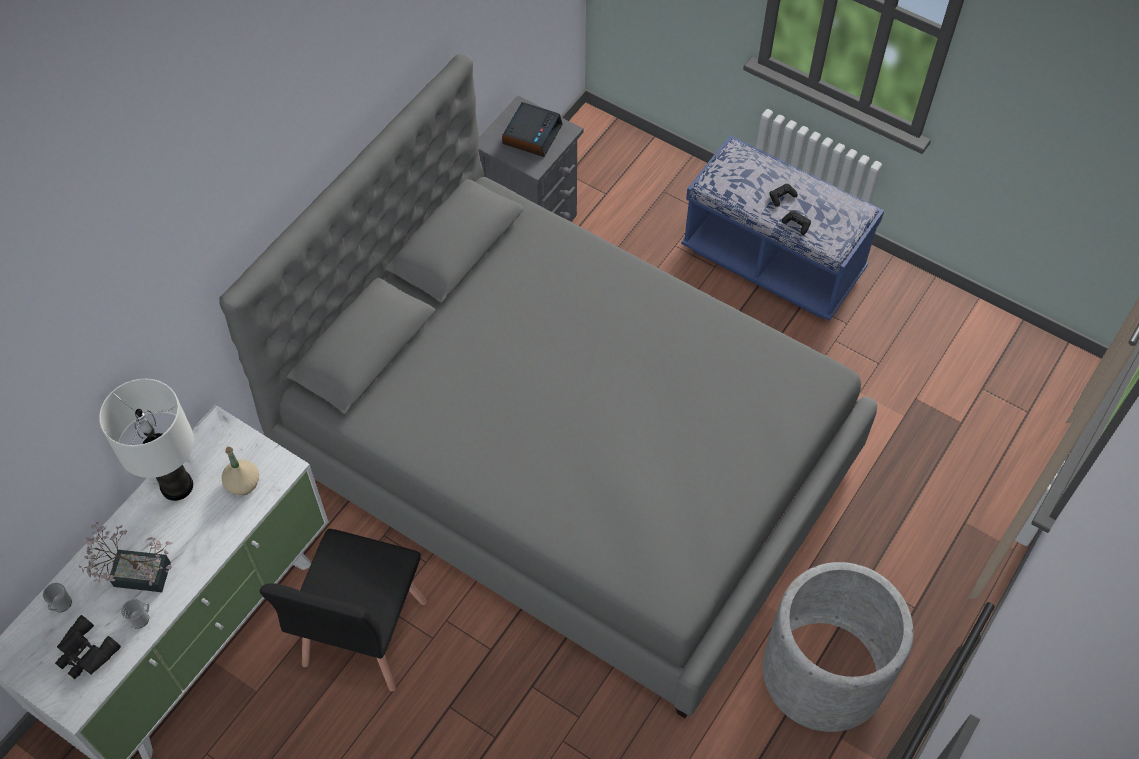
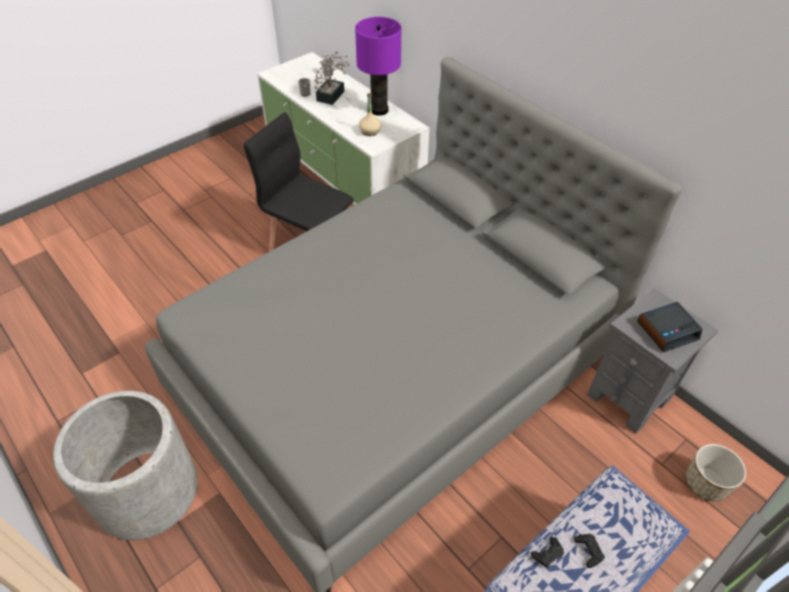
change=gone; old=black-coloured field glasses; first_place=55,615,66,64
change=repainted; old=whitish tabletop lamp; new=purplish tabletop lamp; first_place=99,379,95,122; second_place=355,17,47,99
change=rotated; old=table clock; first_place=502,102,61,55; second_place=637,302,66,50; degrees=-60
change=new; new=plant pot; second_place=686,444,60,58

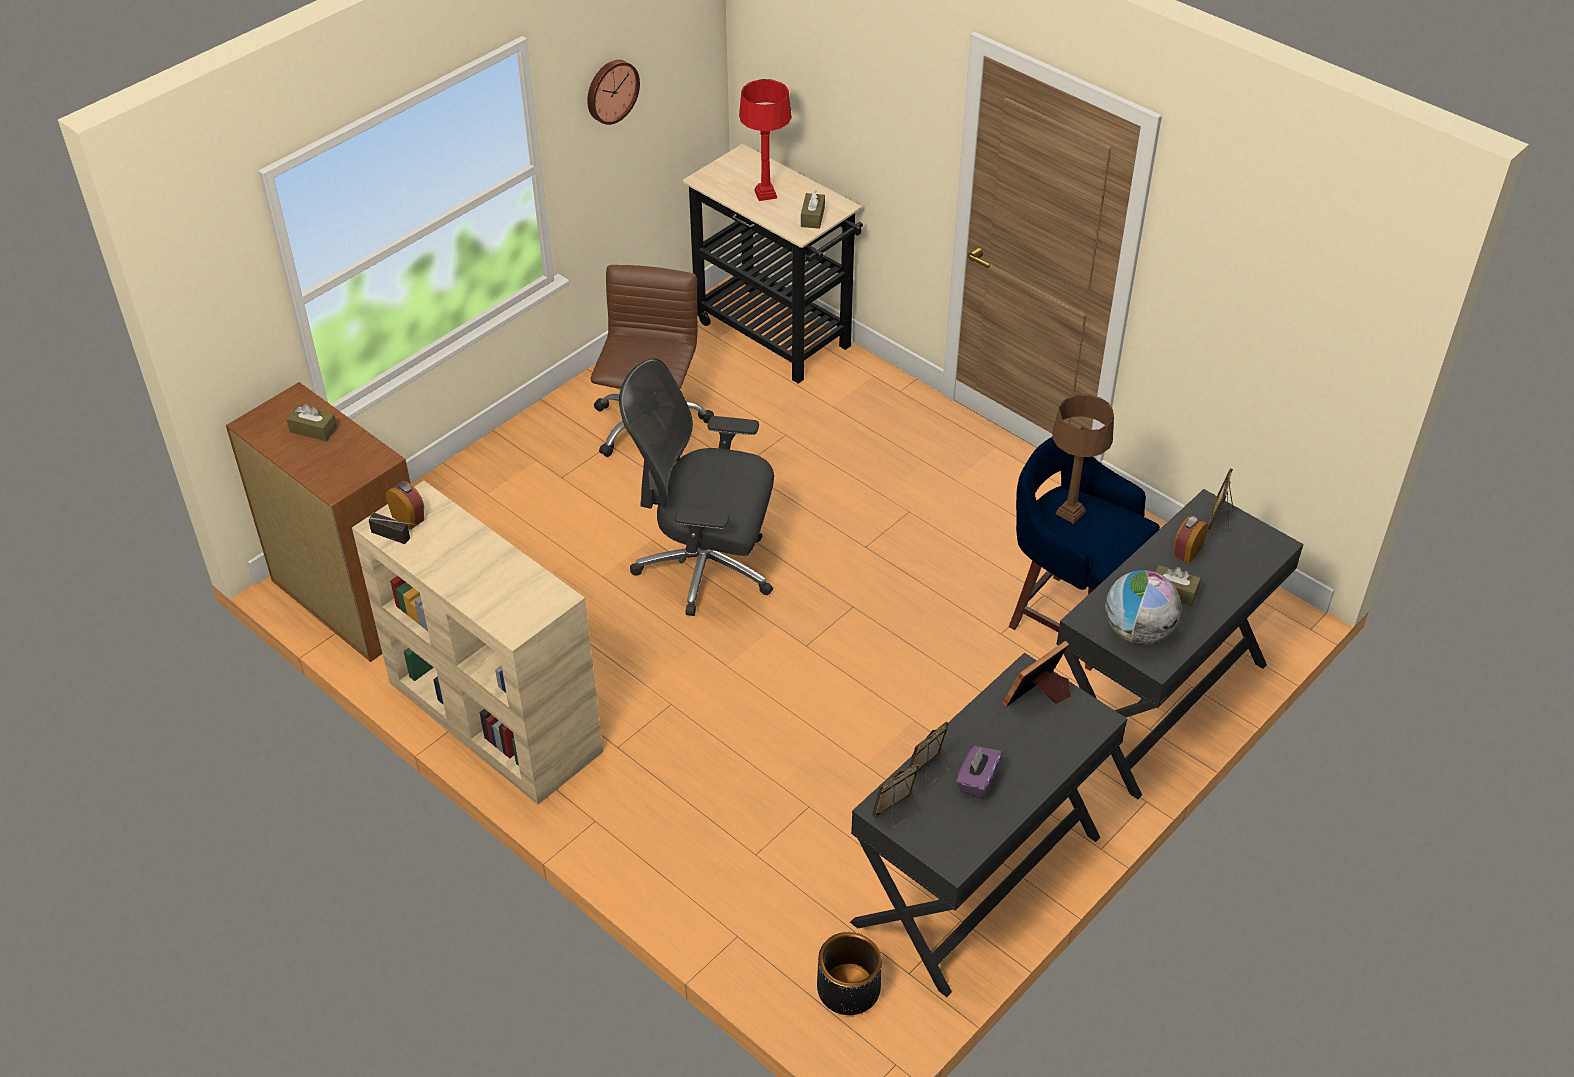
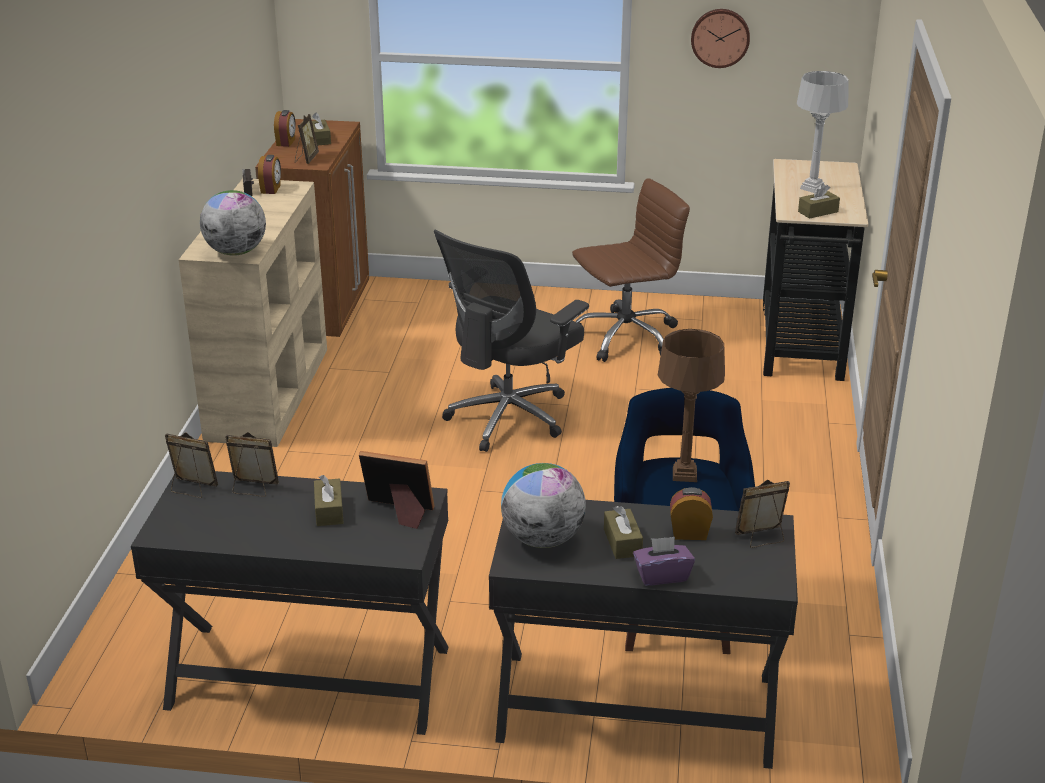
change=rotated; old=desk chair; first_place=619,358,155,258; second_place=434,229,155,223; degrees=-120
change=repainted; old=red tabletop lamp; new=greyish tabletop lamp; first_place=739,79,53,122; second_place=797,71,52,122
change=gone; old=black-coloured plant pot; first_place=817,932,65,83
change=shifted; old=purplish box of tissues; first_place=956,746,47,53; second_place=633,537,62,49
change=new; new=desk globe; second_place=200,190,66,66
change=new; new=table clock; second_place=274,110,22,37
change=new; new=photo frame; second_place=295,114,24,50
change=new; new=brownish box of tissues; second_place=314,475,30,51

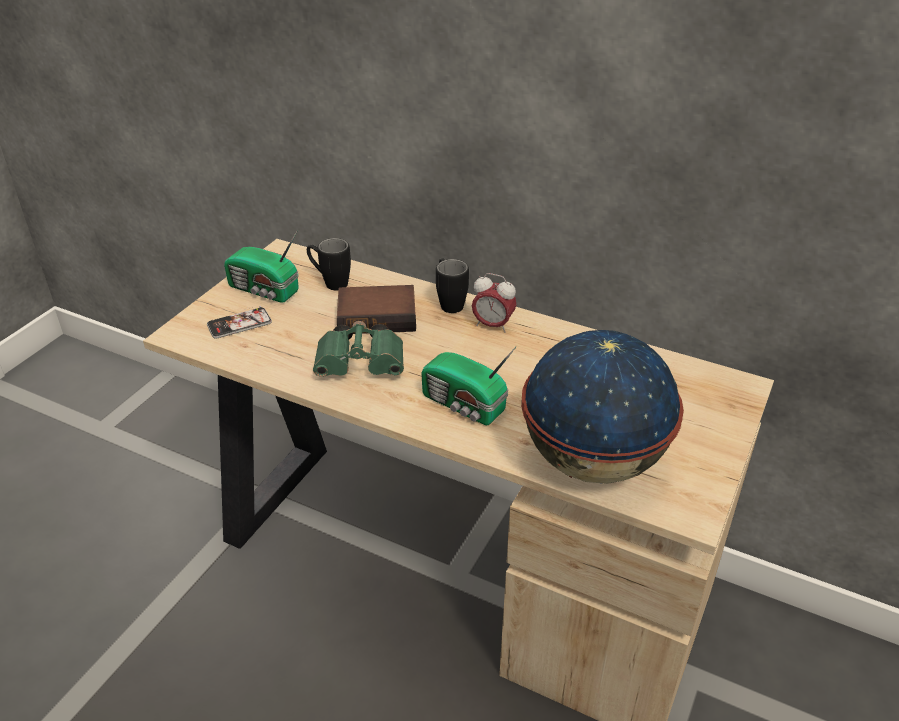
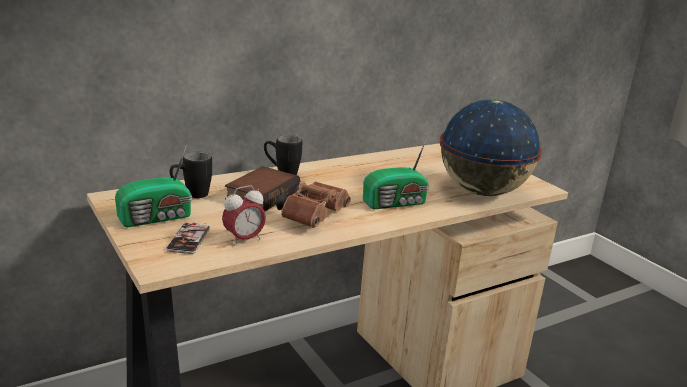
change=repainted; old=green-coloured field glasses; new=brownish field glasses; first_place=313,321,91,56; second_place=276,180,75,48
change=shifted; old=table clock; first_place=472,273,45,60; second_place=222,185,44,61

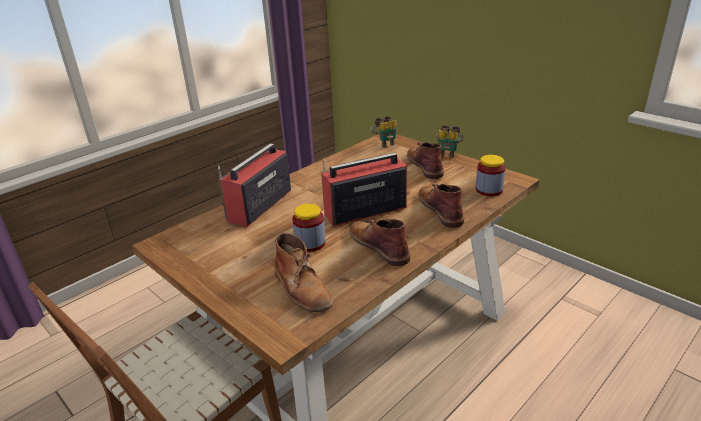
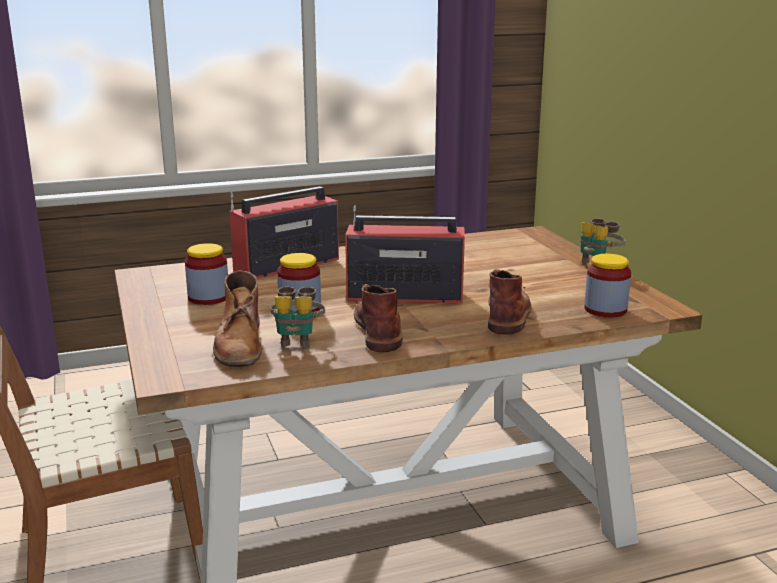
change=shifted; old=field glasses; first_place=370,116,27,32; second_place=270,286,55,62
change=gone; old=brownish boot; first_place=407,142,37,37
change=new; new=storage jar; second_place=185,243,43,62

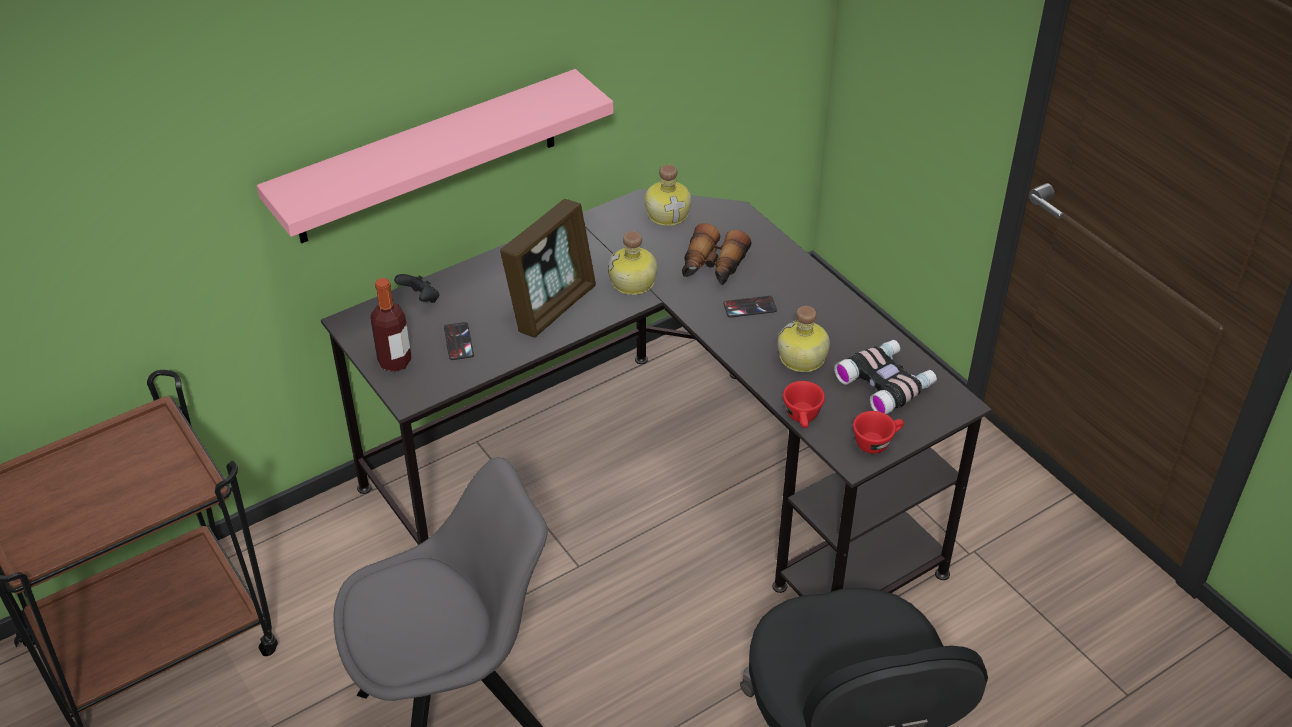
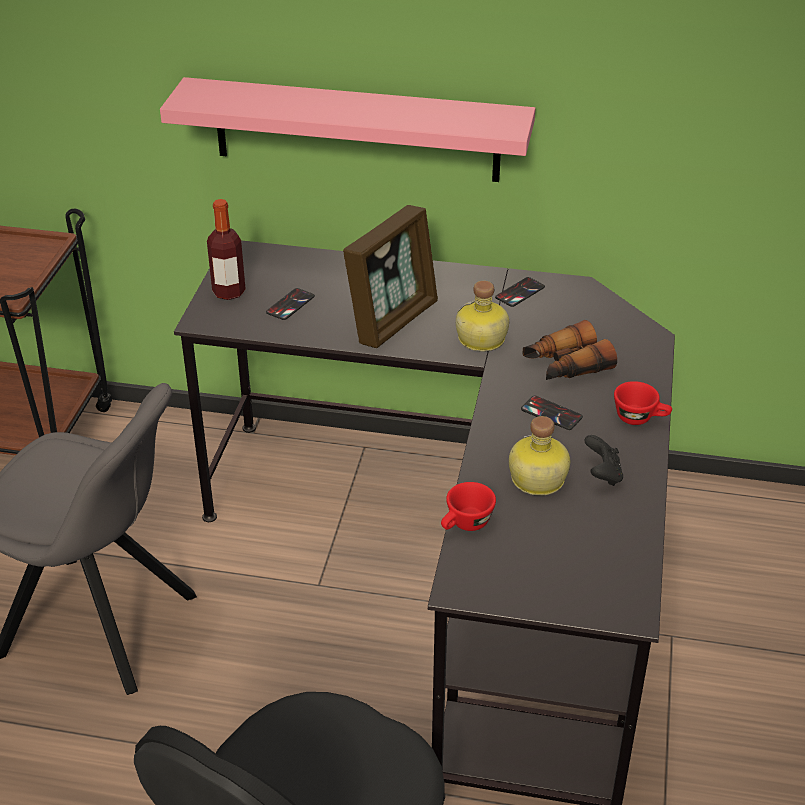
change=shifted; old=black-coloured game controller; first_place=394,274,45,29; second_place=585,435,38,51
change=rotated; old=photo frame; first_place=500,199,96,139; second_place=343,205,95,143; degrees=-45
change=gone; old=drink bottle; first_place=645,164,46,62
change=gone; old=field glasses; first_place=834,340,103,74
change=shifted; old=red small cup; first_place=853,411,51,43; second_place=614,381,58,44
change=new; new=phone; second_place=495,277,50,30

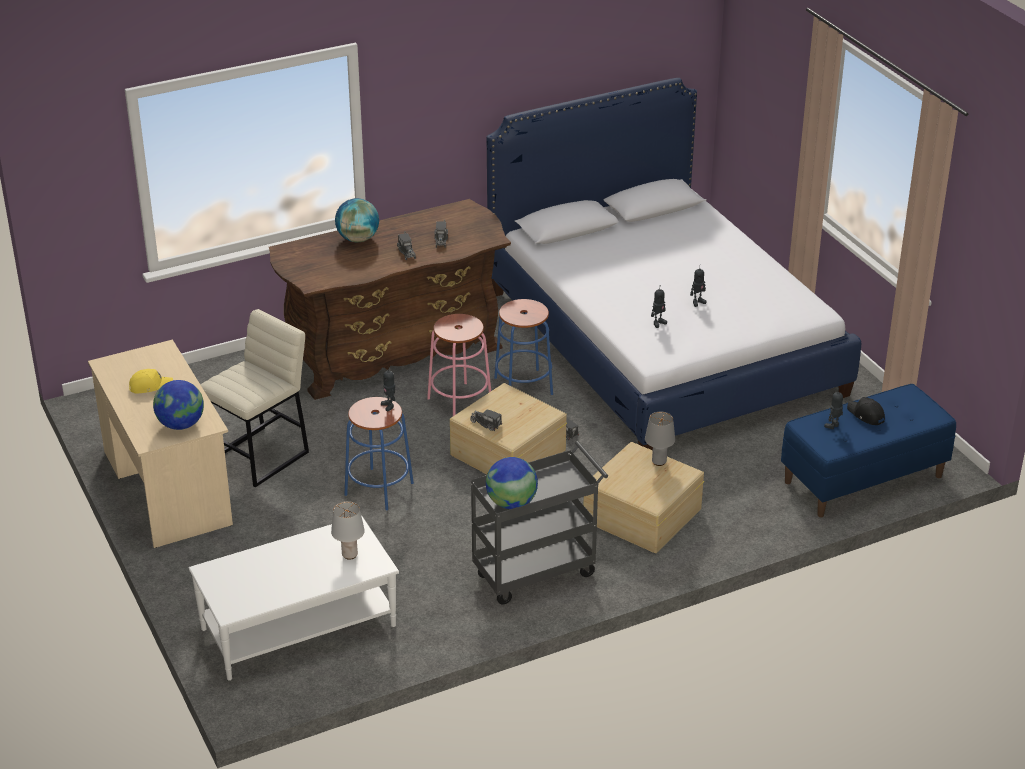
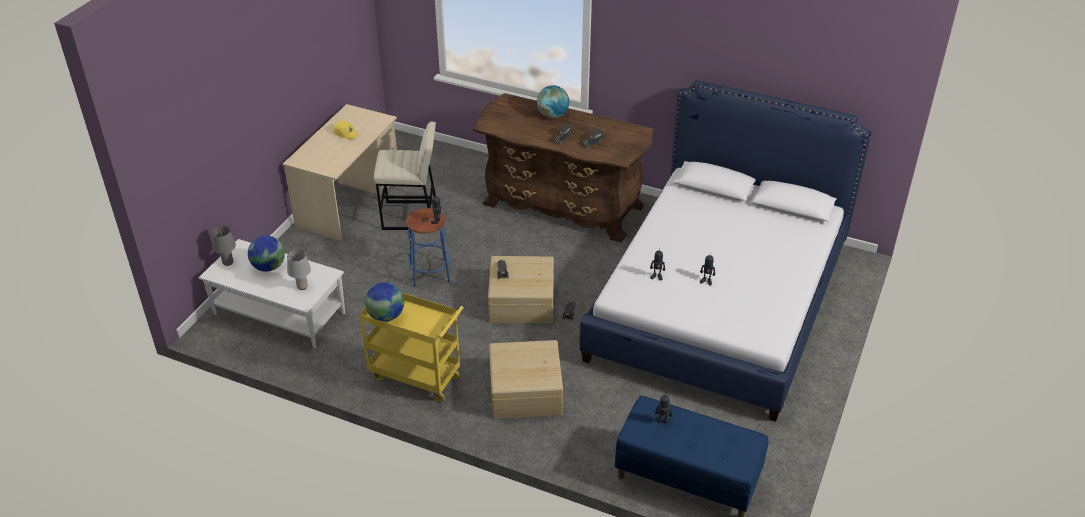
change=shifted; old=desk globe; first_place=153,380,51,50; second_place=248,236,37,36
change=gone; old=pink stool seat; first_place=427,314,64,102
change=repainted; old=greyish trolley; new=yellow trolley; first_place=471,441,137,163; second_place=360,293,104,109
change=gone; old=blue-coloured stool seat; first_place=494,299,59,96
change=shifted; old=greyish tabletop lamp; first_place=645,412,30,54; second_place=211,226,25,40
change=gone; old=black-coloured baseball cap; first_place=847,397,38,28

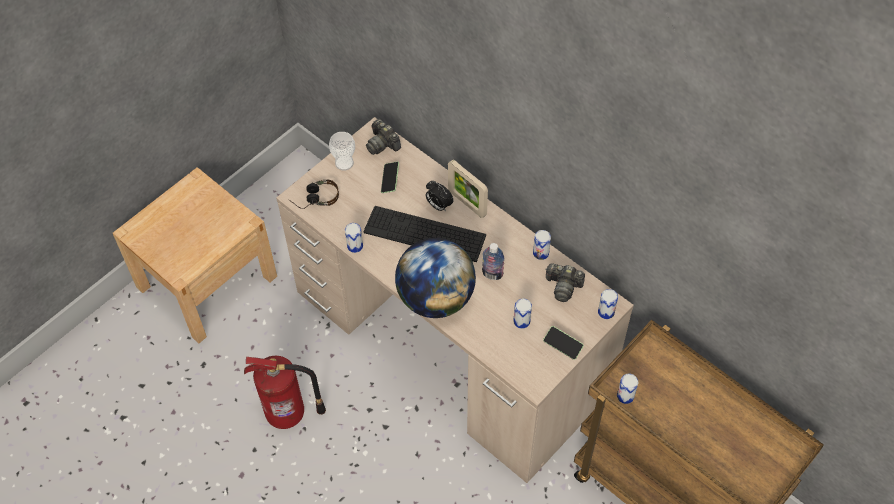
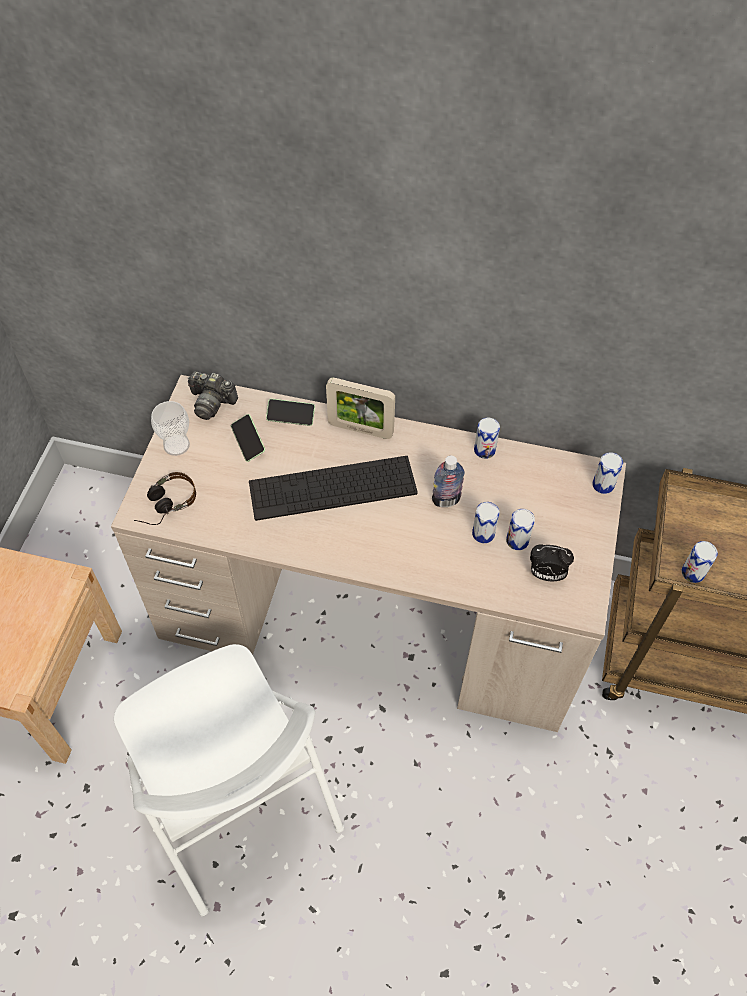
change=swapped; old=extinguisher; new=whitish chair; first_place=244,356,82,73; second_place=114,644,231,273
change=shifted; old=sealed can; first_place=345,223,18,30; second_place=472,502,28,41
change=gone; old=desk globe; first_place=395,238,81,80
change=shifted; old=table clock; first_place=426,181,28,31; second_place=530,544,44,37
change=shifted; old=phone; first_place=543,326,41,34; second_place=266,399,49,27
change=gone; old=photo camera; first_place=546,263,39,39

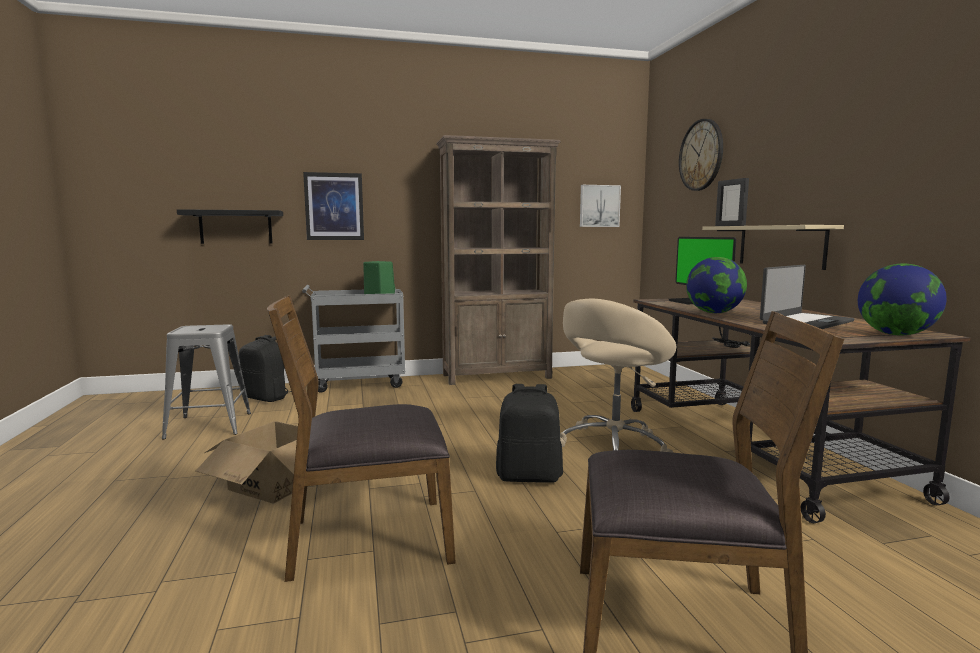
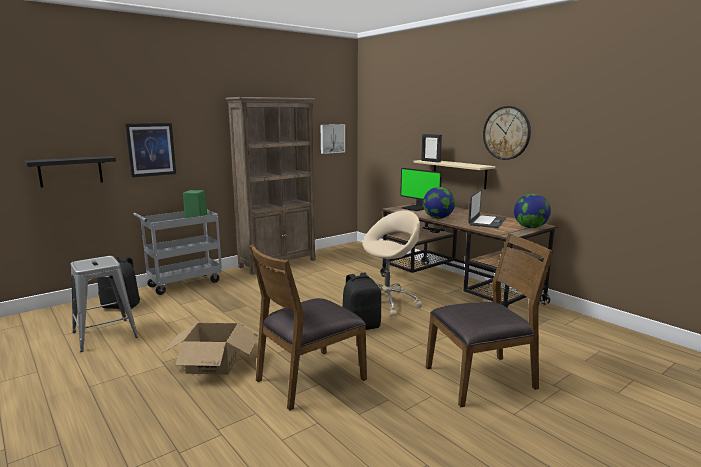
change=rotated; old=sand-coloured desk chair; first_place=560,299,116,154; second_place=363,210,59,106; degrees=-135
change=shifted; old=clock on the wall; first_place=679,119,44,72; second_place=483,106,48,54

